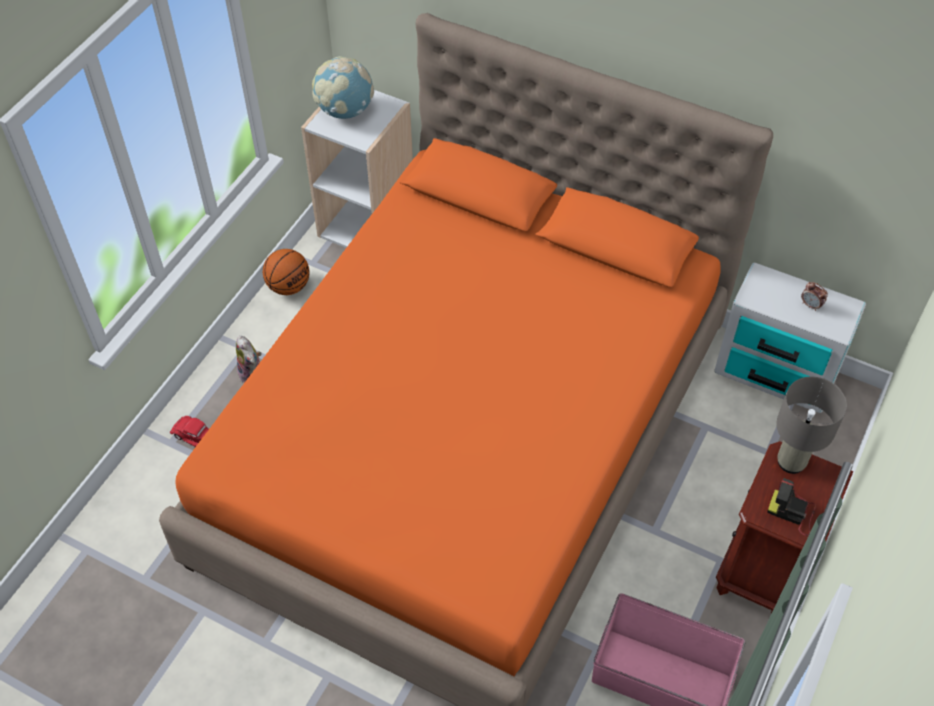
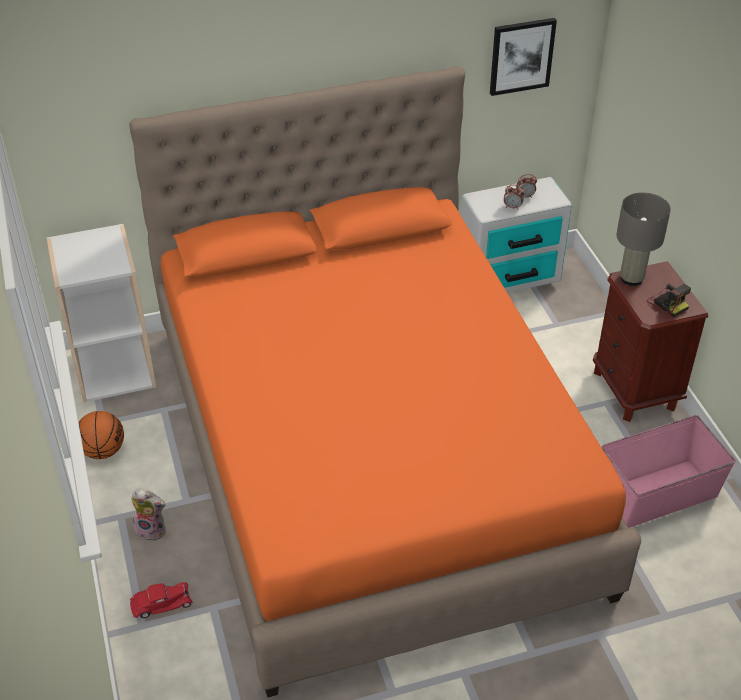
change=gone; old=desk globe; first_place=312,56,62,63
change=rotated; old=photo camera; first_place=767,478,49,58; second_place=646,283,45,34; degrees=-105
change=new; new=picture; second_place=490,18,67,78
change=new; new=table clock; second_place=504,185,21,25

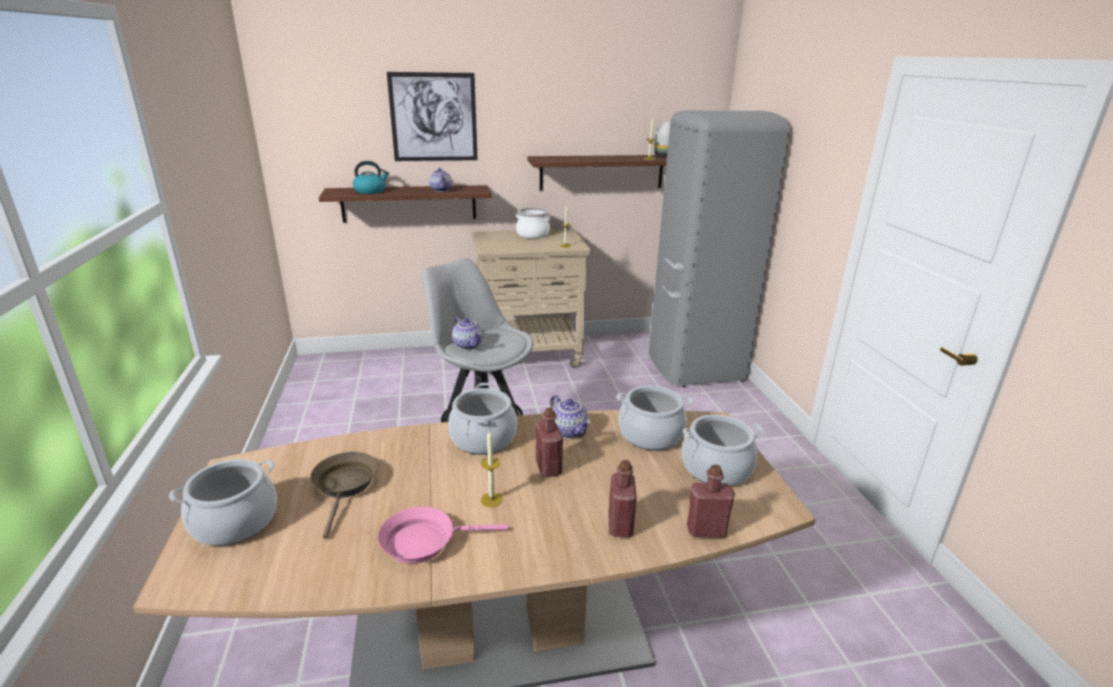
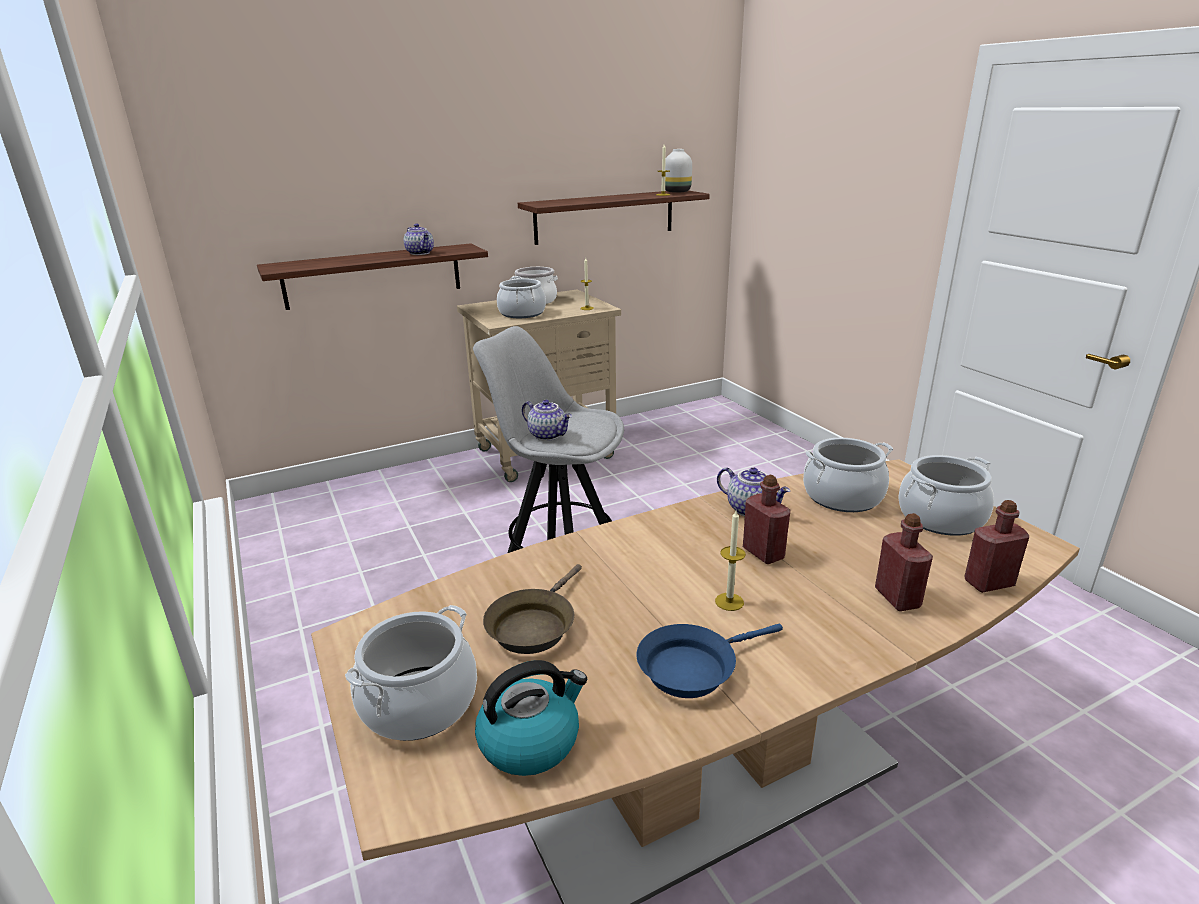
change=rotated; old=brownish frying pan; first_place=310,452,68,87; second_place=483,564,99,90; degrees=-135
change=shifted; old=water kettle; first_place=353,161,36,33; second_place=475,660,112,116
change=repainted; old=pink frying pan; new=blue-coloured frying pan; first_place=378,507,131,57; second_place=637,624,146,74
change=gone; old=picture; first_place=387,72,91,89
change=shifted; old=stockpot; first_place=448,383,69,72; second_place=497,276,49,42
change=gone; old=greyish refrigerator; first_place=649,111,141,276

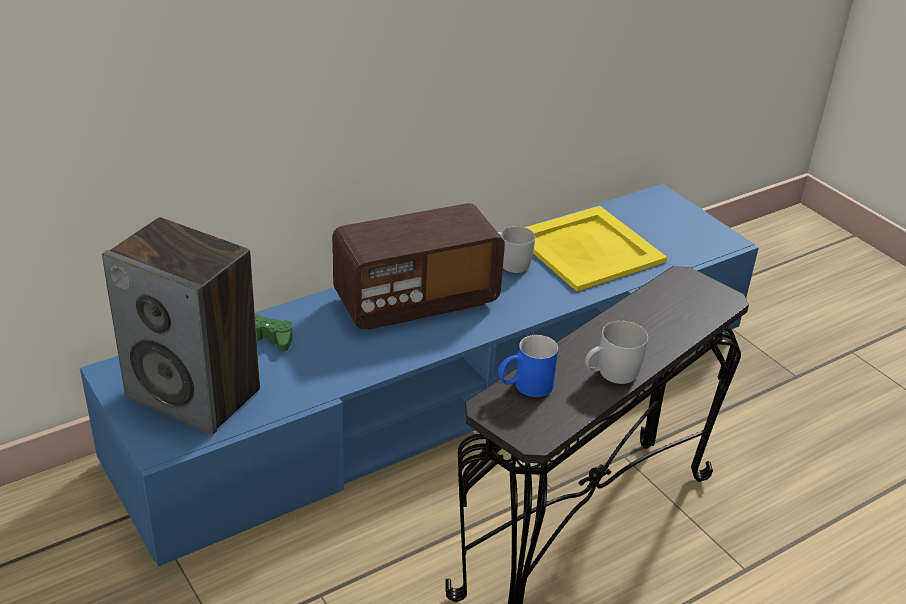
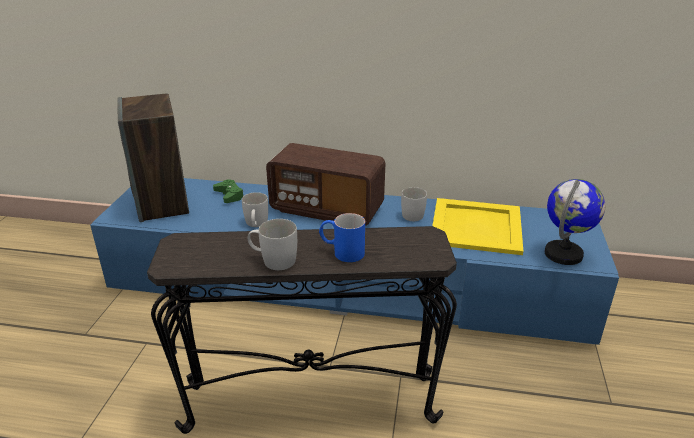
change=shifted; old=blue-coloured mug; first_place=498,335,60,62; second_place=319,213,46,49
change=new; new=whitish mug; second_place=242,192,26,35
change=new; new=desk globe; second_place=545,179,60,86

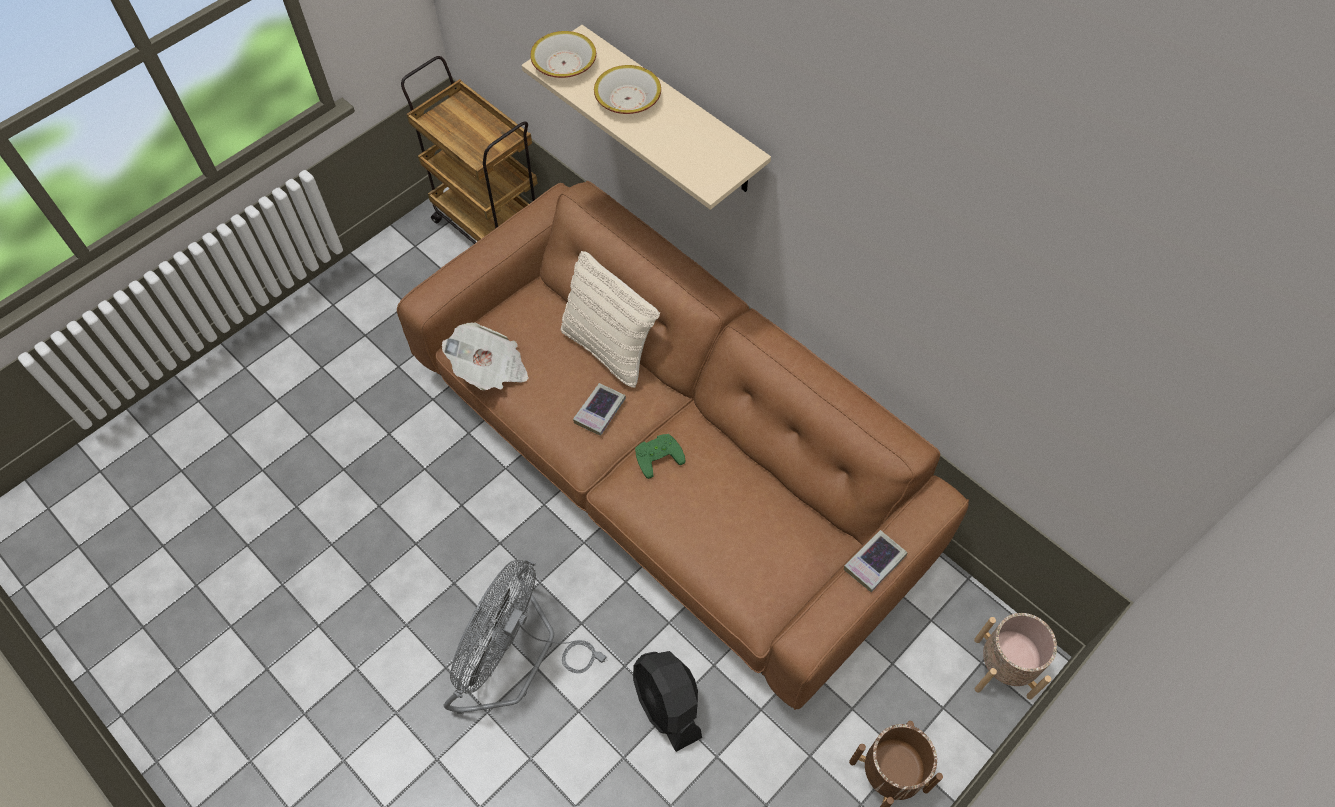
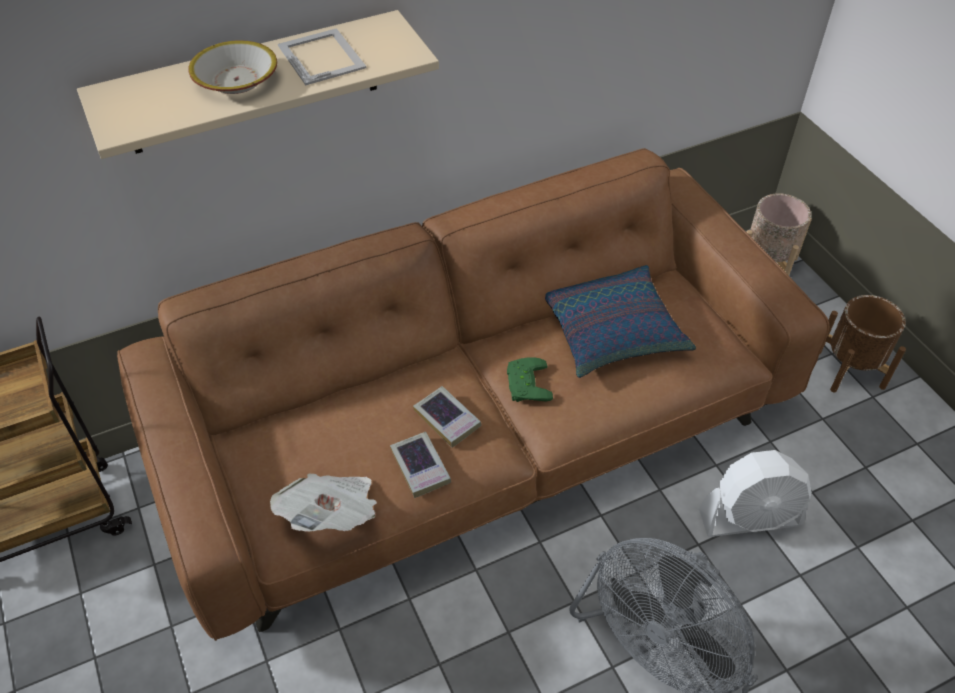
change=gone; old=bowl; first_place=530,31,66,47
change=gone; old=sand-coloured pillow; first_place=560,251,100,137
change=repainted; old=black-coloured cooling fan; new=whitish cooling fan; first_place=633,651,69,101; second_place=699,450,113,87
change=shifted; old=book; first_place=844,530,64,62; second_place=390,432,61,66
change=new; new=photo frame; second_place=278,28,88,57
change=new; new=blue-coloured pillow; second_place=545,265,151,113

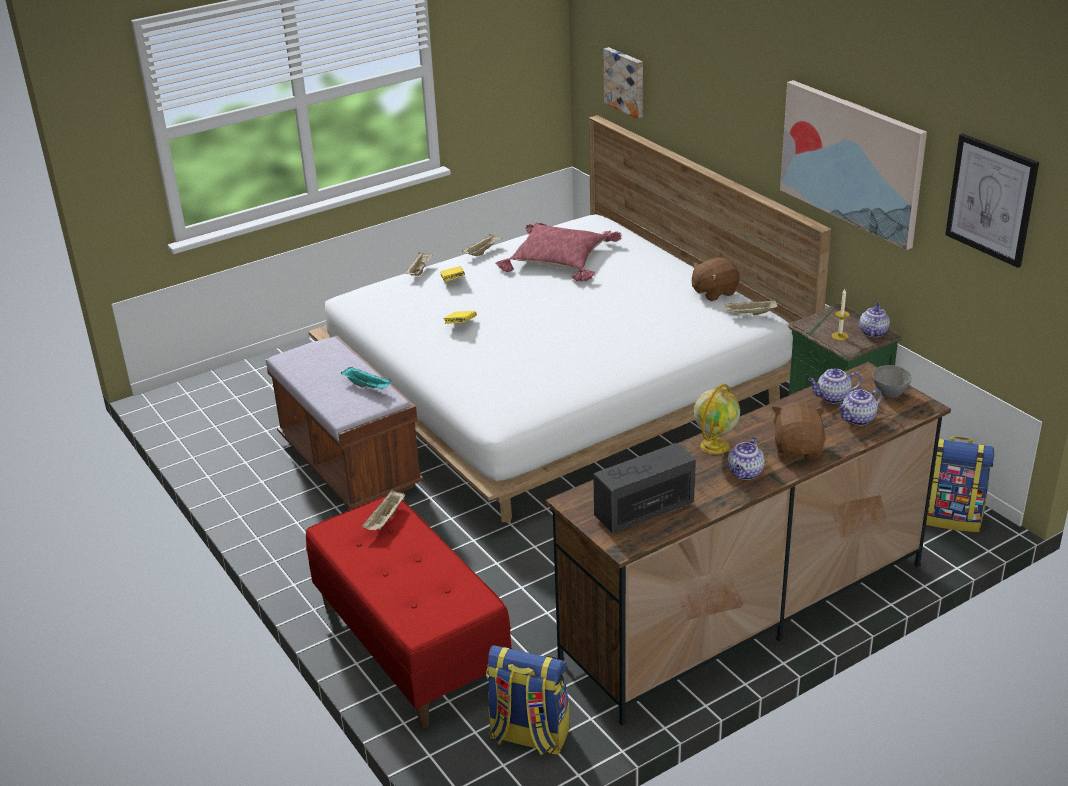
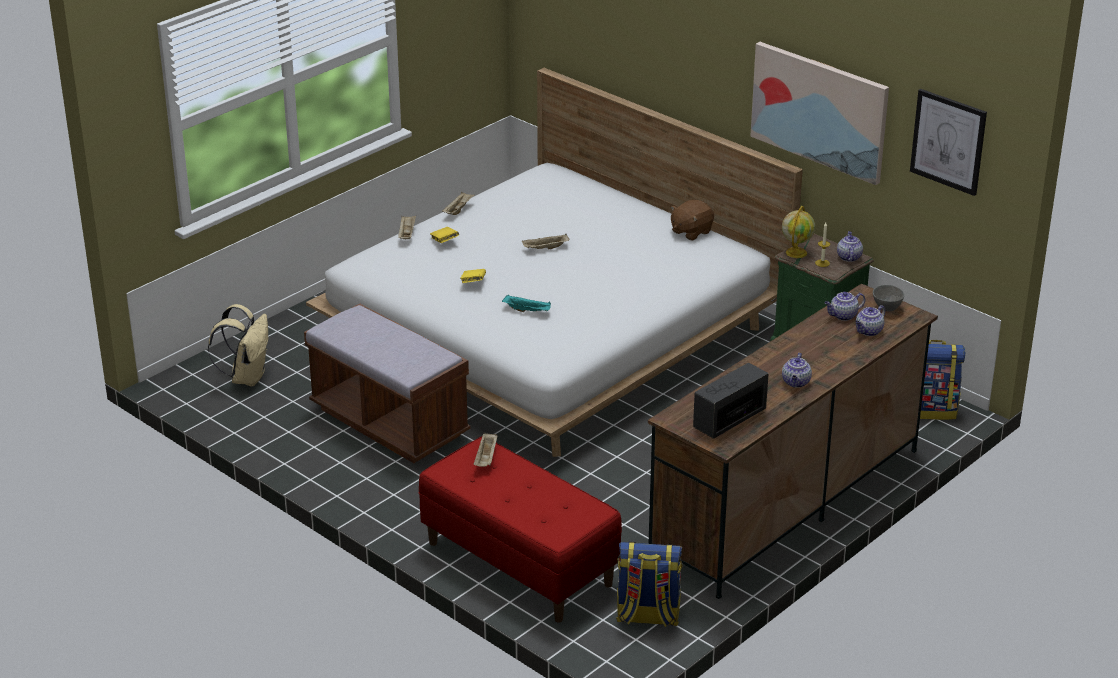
change=shifted; old=turquoise carrying tray; first_place=341,367,50,22; second_place=502,295,49,17
change=gone; old=red pillow; first_place=495,223,127,58
change=gone; old=picture; first_place=604,47,39,72
change=shifted; old=desk globe; first_place=694,383,46,71; second_place=782,206,33,52
change=shifted; old=sand-coloured carrying tray; first_place=724,299,54,16; second_place=522,234,47,15
change=gone; old=brownish cuddly toy; first_place=772,402,54,57
change=new; new=sand-coloured rucksack; second_place=208,304,60,82

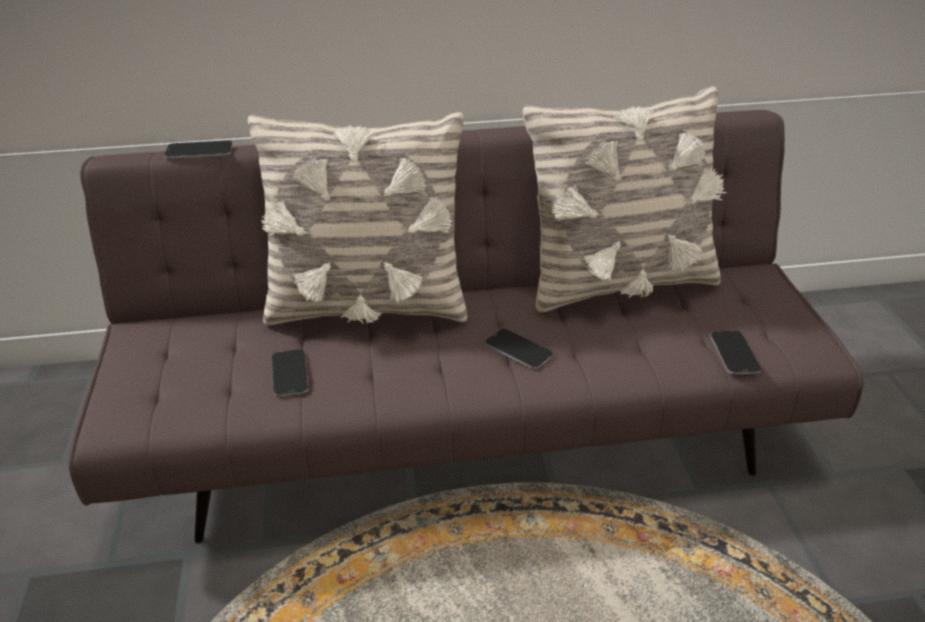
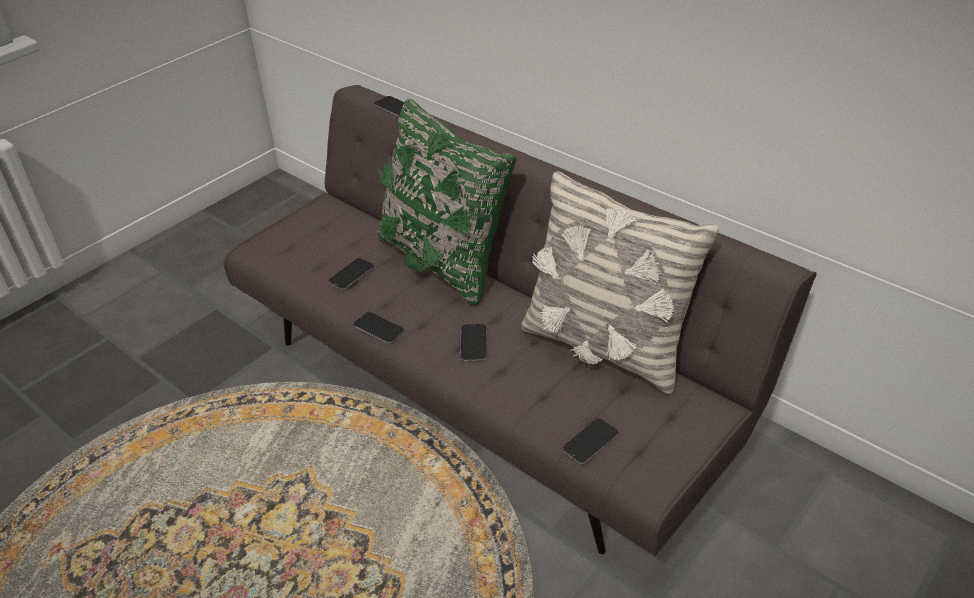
change=repainted; old=sand-coloured pillow; new=green-coloured pillow; first_place=248,112,219,214; second_place=377,99,140,207
change=new; new=phone; second_place=353,312,51,32

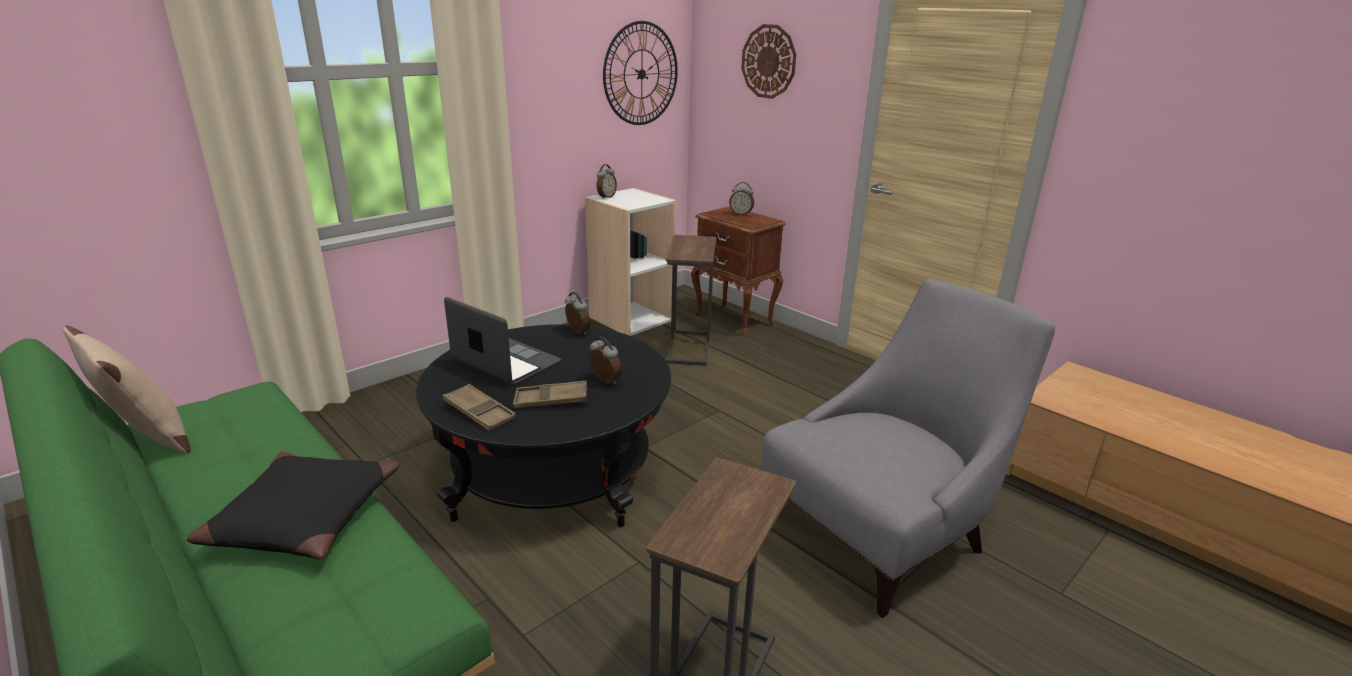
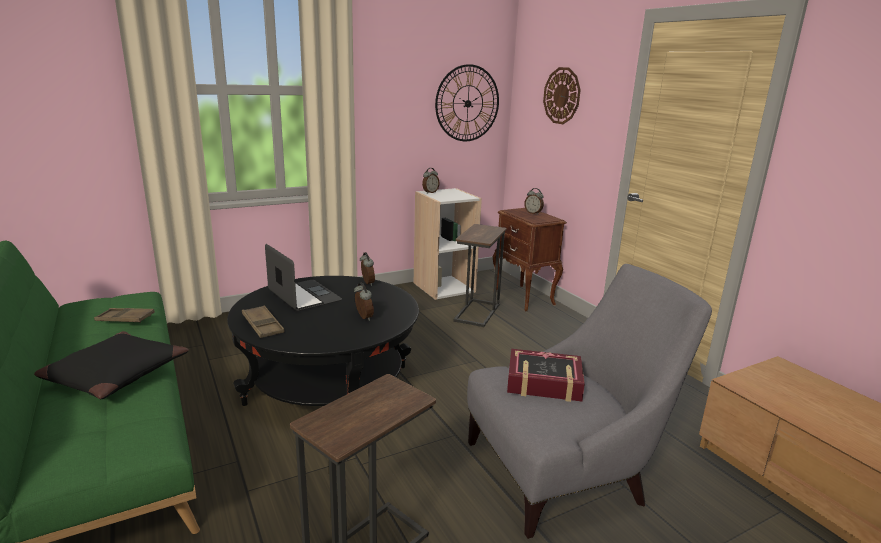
change=gone; old=sand-coloured pillow; first_place=63,326,128,128
change=shifted; old=brownish carrying tray; first_place=513,381,74,27; second_place=94,308,61,15
change=new; new=book; second_place=507,349,78,53

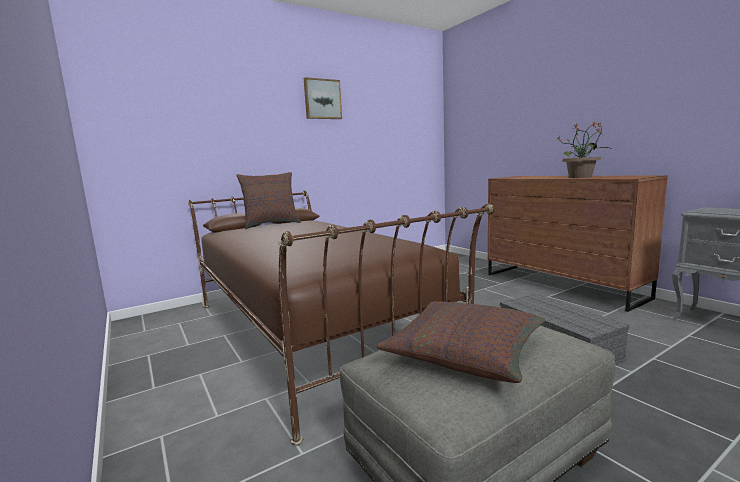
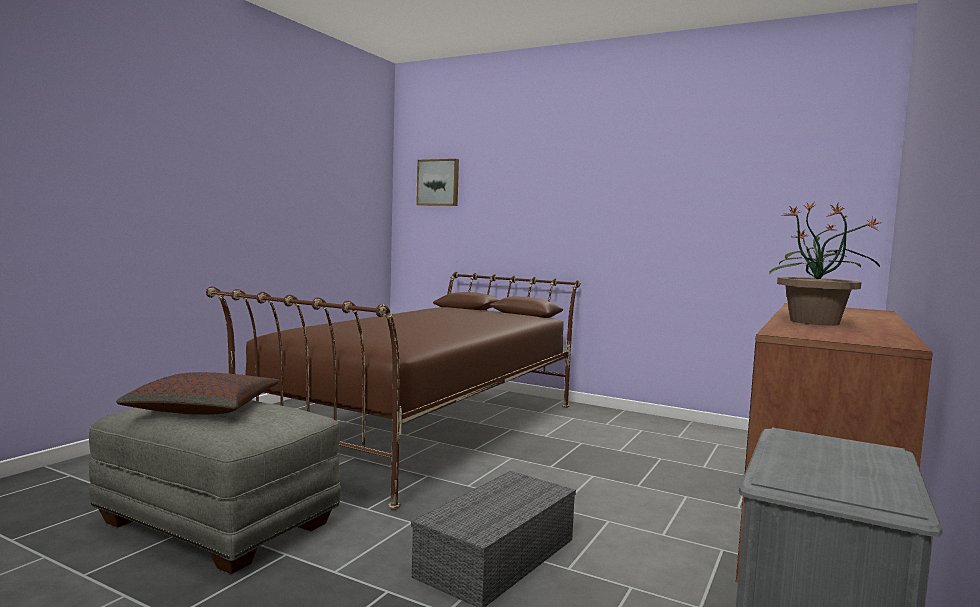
change=gone; old=brownish pillow; first_place=236,172,65,57
change=shifted; old=picture; first_place=304,77,38,42; second_place=416,159,43,47

